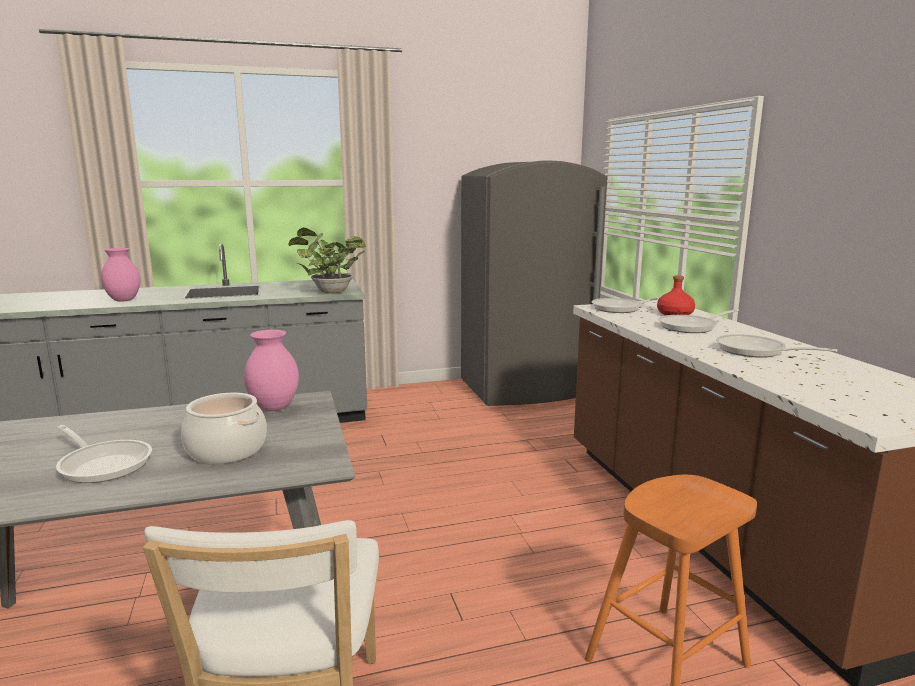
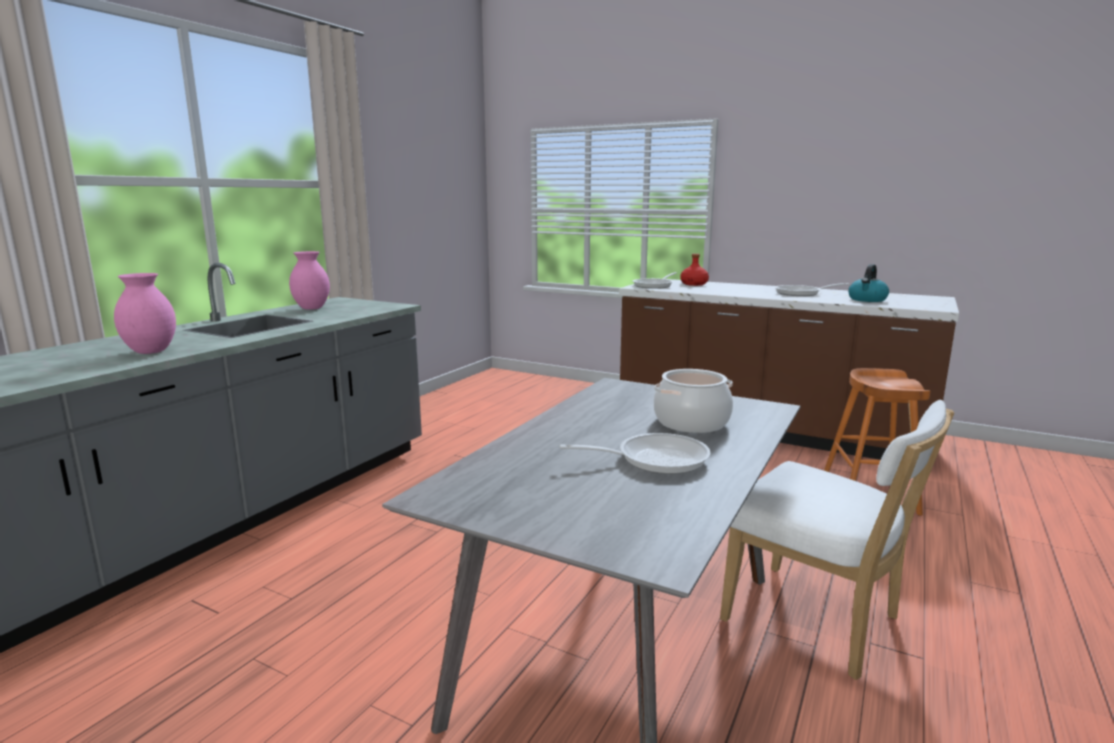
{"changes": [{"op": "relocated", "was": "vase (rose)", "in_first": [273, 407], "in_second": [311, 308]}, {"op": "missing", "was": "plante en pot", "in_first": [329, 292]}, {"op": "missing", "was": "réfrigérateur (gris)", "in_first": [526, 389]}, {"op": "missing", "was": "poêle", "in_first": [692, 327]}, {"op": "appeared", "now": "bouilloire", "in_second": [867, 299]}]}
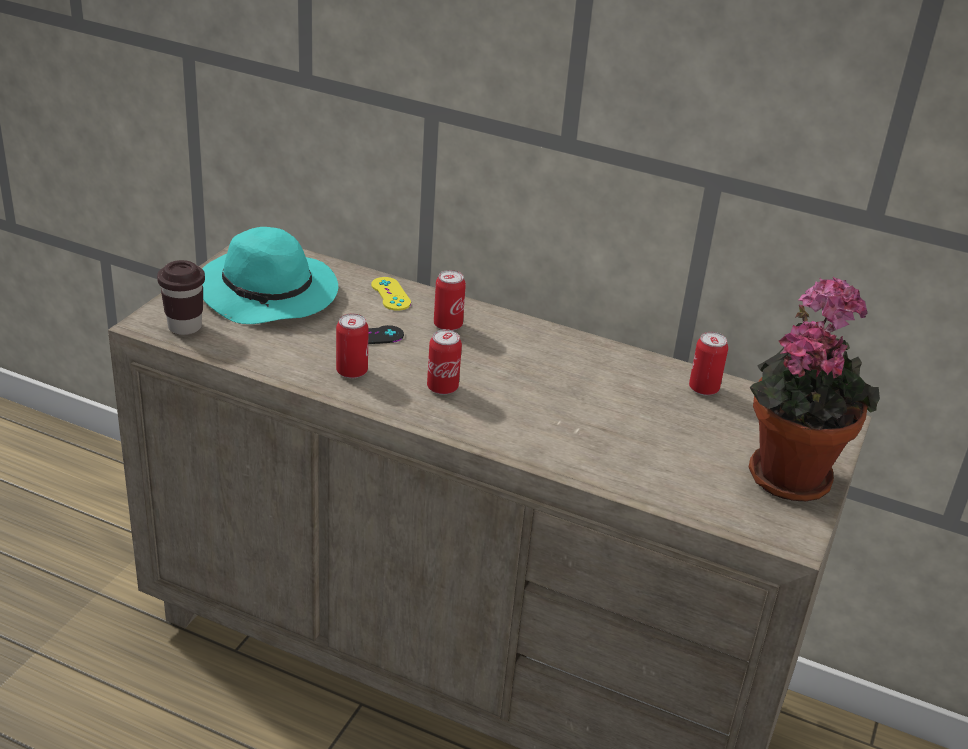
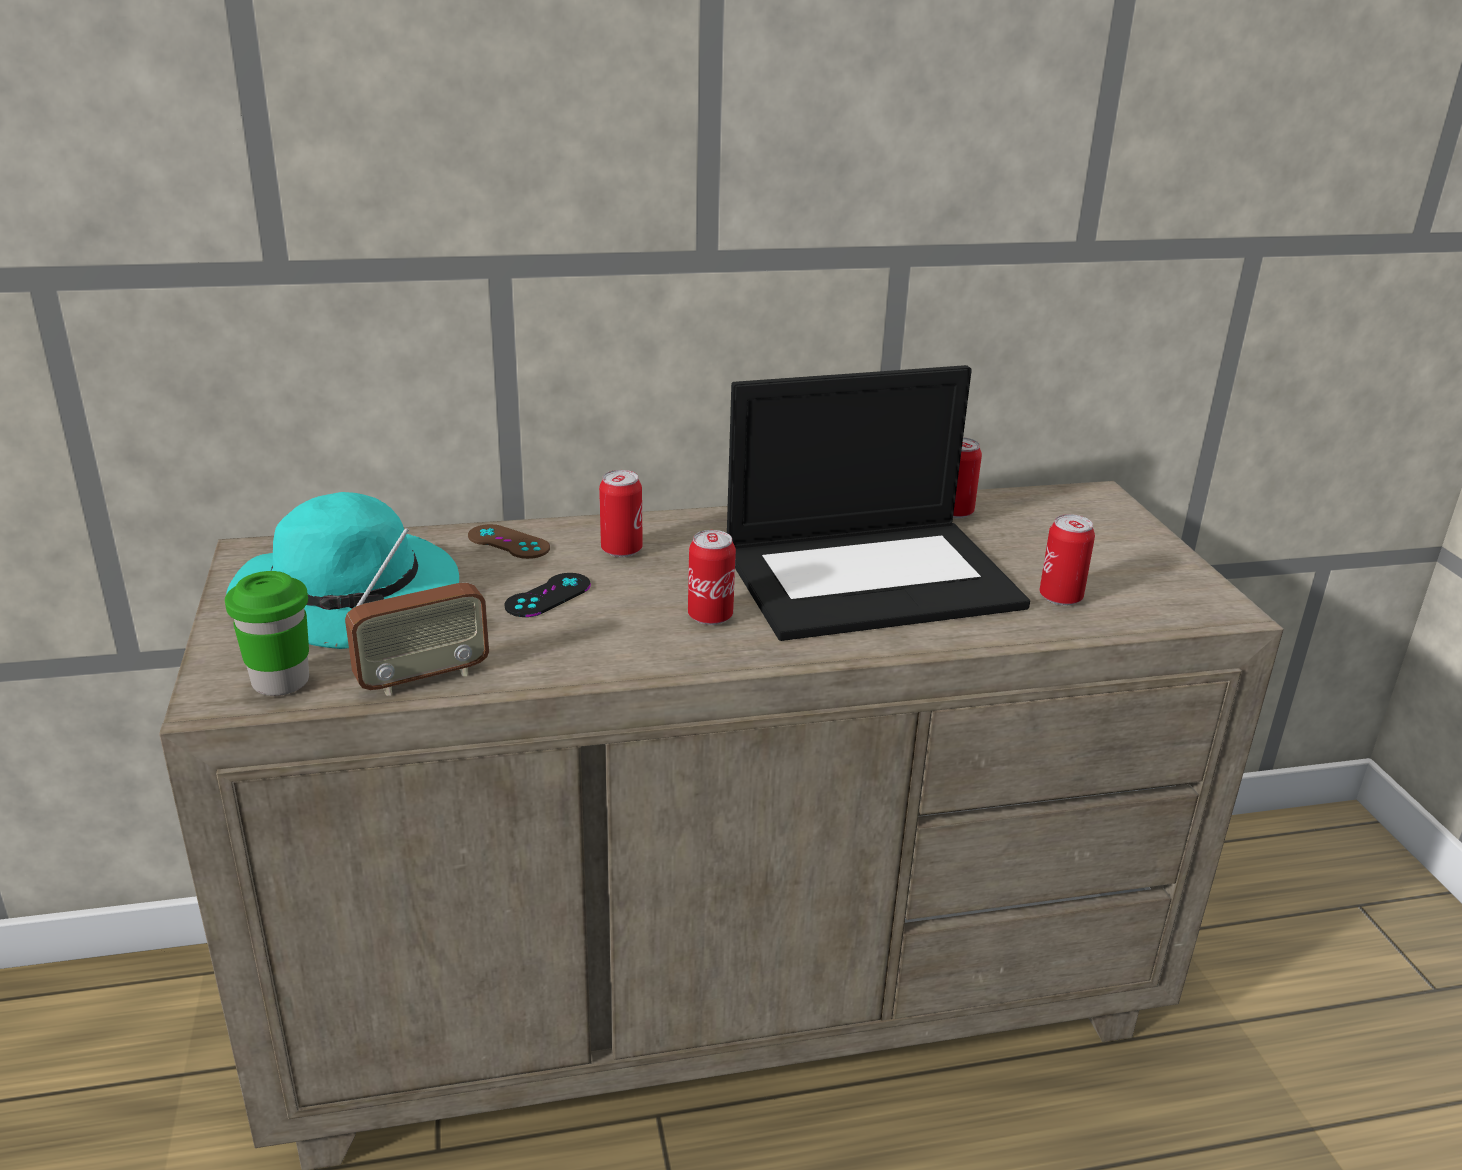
{"changes": [{"op": "colour", "was": "tasse (marron)", "now": "tasse (vert)", "in_first": [185, 327], "in_second": [281, 682]}, {"op": "relocated", "was": "boîte métallique", "in_first": [351, 371], "in_second": [1060, 597]}, {"op": "colour", "was": "manette (jaune)", "now": "manette (marron)", "in_first": [390, 294], "in_second": [508, 542]}, {"op": "missing", "was": "plante en pot", "in_first": [789, 472]}, {"op": "appeared", "now": "radio", "in_second": [423, 678]}, {"op": "appeared", "now": "ordinateur portable", "in_second": [873, 577]}]}
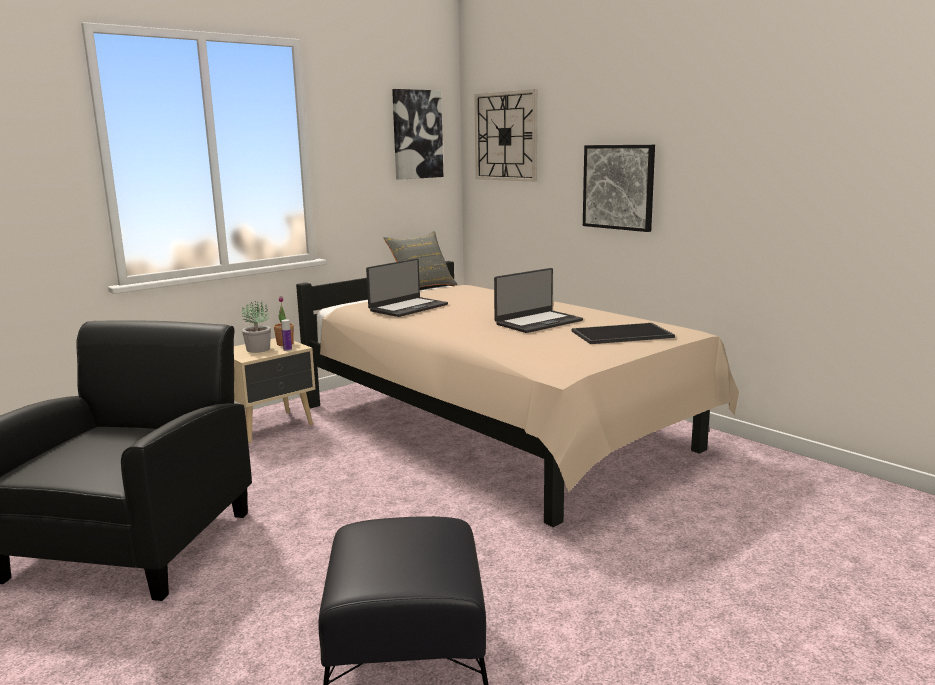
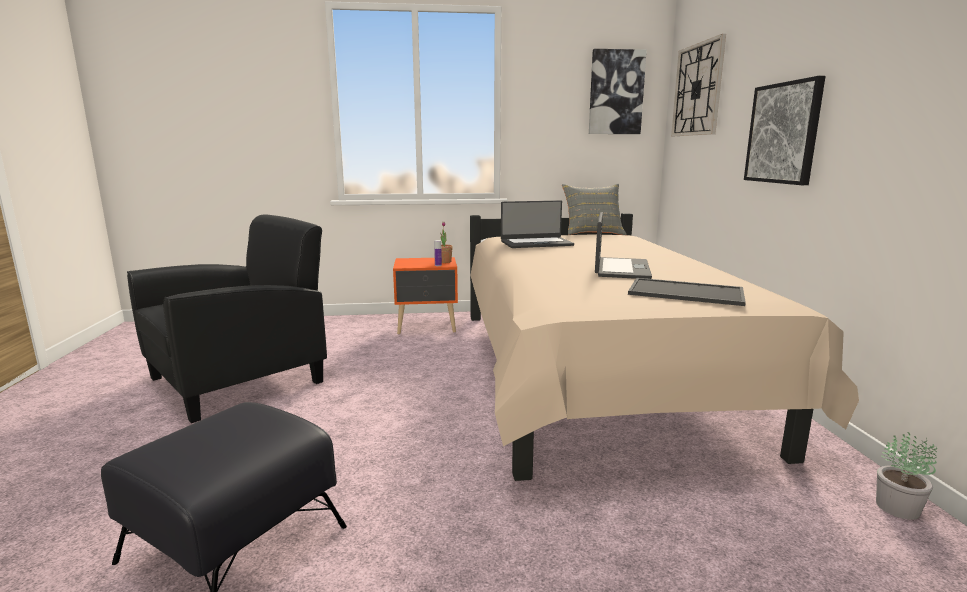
{"changes": [{"op": "colour", "was": "table de chevet (beige)", "now": "table de chevet (orange)", "in_first": [271, 427], "in_second": [427, 327]}, {"op": "relocated", "was": "plante en pot", "in_first": [258, 349], "in_second": [898, 507]}, {"op": "spun", "was": "ordinateur portable", "in_first": [538, 322], "in_second": [620, 269], "clockwise": -75}]}
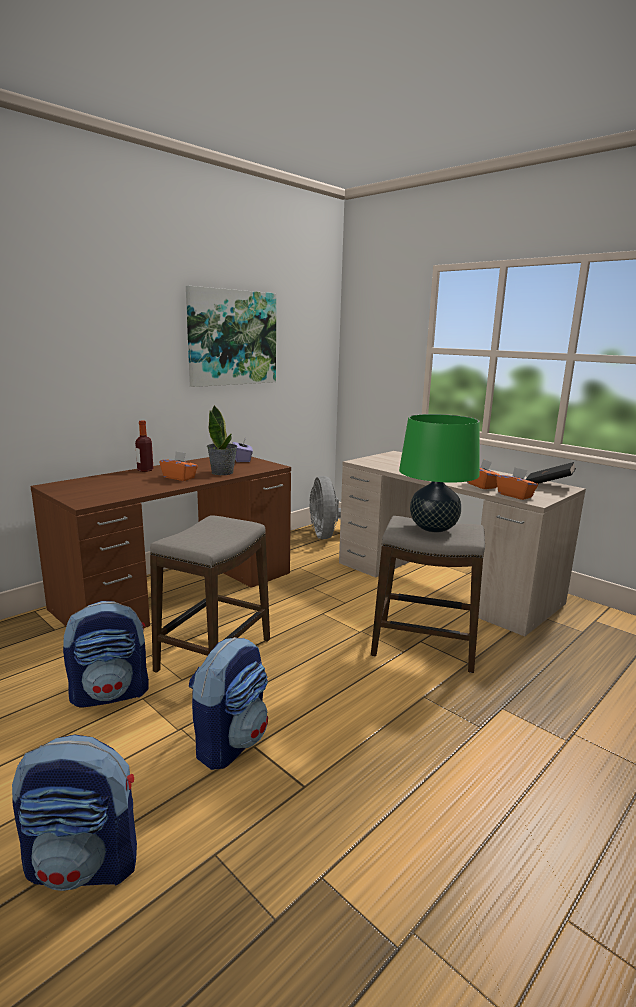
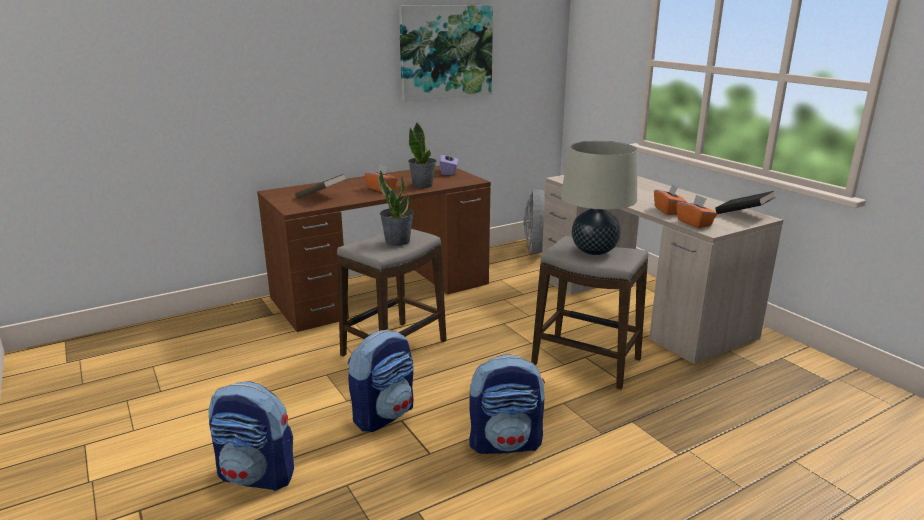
{"changes": [{"op": "relocated", "was": "sac à dos", "in_first": [111, 693], "in_second": [506, 443]}, {"op": "missing", "was": "bouteille", "in_first": [145, 470]}, {"op": "colour", "was": "lampe de table (vert)", "now": "lampe de table (beige)", "in_first": [433, 528], "in_second": [594, 251]}, {"op": "appeared", "now": "livre (marron)", "in_second": [321, 197]}, {"op": "appeared", "now": "plante en pot", "in_second": [397, 241]}]}
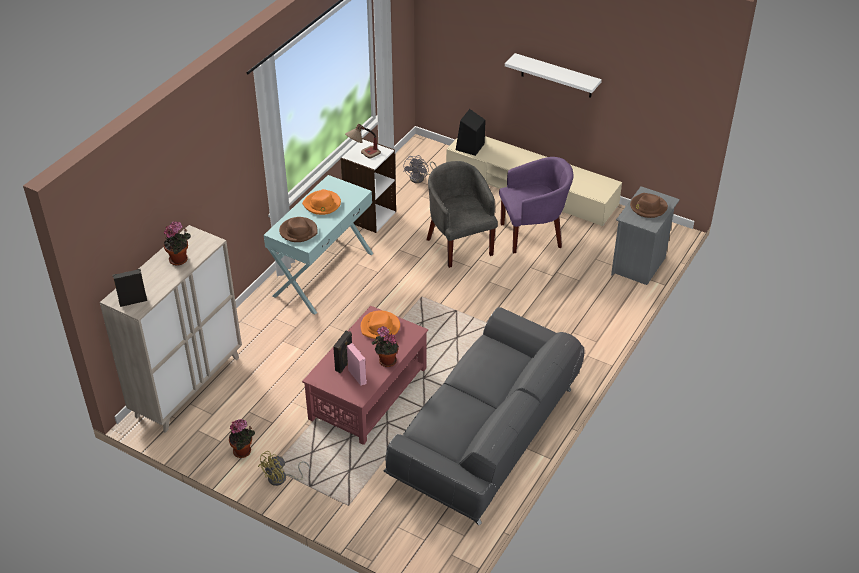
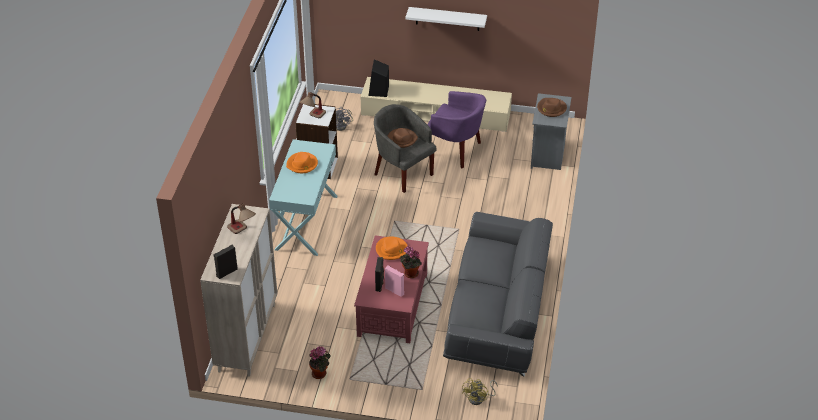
{"changes": [{"op": "exchanged", "was": "plante en pot", "now": "lampe de table", "in_first": [180, 260], "in_second": [243, 232]}, {"op": "relocated", "was": "ventilateur (jaune)", "in_first": [281, 479], "in_second": [479, 398]}, {"op": "relocated", "was": "chapeau (marron)", "in_first": [298, 231], "in_second": [402, 139]}, {"op": "spun", "was": "fauteuil (violet)", "in_first": [533, 234], "in_second": [456, 150], "clockwise": 60}]}
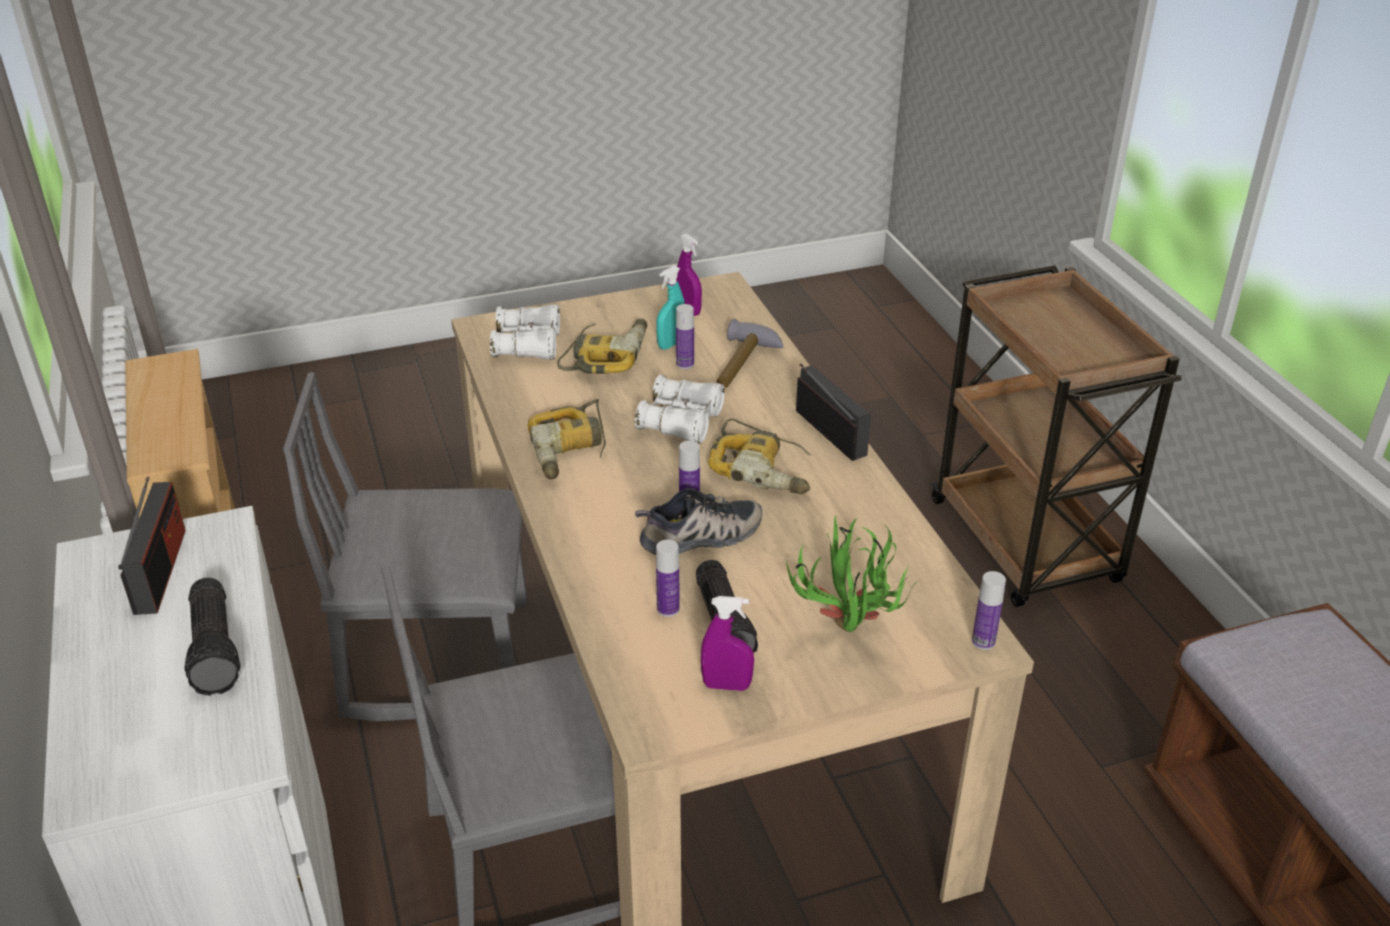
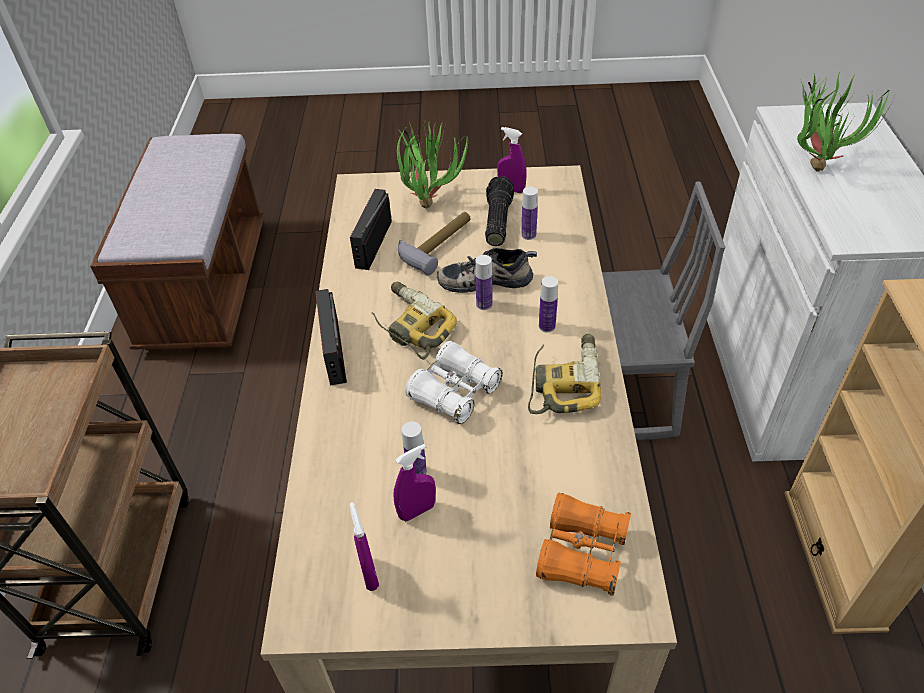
{"changes": [{"op": "relocated", "was": "radio", "in_first": [160, 570], "in_second": [373, 244]}, {"op": "exchanged", "was": "lampe de poche", "now": "plante en pot", "in_first": [217, 648], "in_second": [818, 163]}, {"op": "missing", "was": "chaise (gris)", "in_first": [438, 658]}, {"op": "colour", "was": "jumelles (blanc)", "now": "jumelles (orange)", "in_first": [527, 345], "in_second": [582, 552]}, {"op": "missing", "was": "perceuse", "in_first": [606, 355]}, {"op": "colour", "was": "vaporisateur (turquoise)", "now": "vaporisateur (violet)", "in_first": [671, 344], "in_second": [417, 511]}, {"op": "relocated", "was": "marteau", "in_first": [744, 364], "in_second": [436, 245]}, {"op": "relocated", "was": "bouteille", "in_first": [983, 641], "in_second": [547, 326]}]}
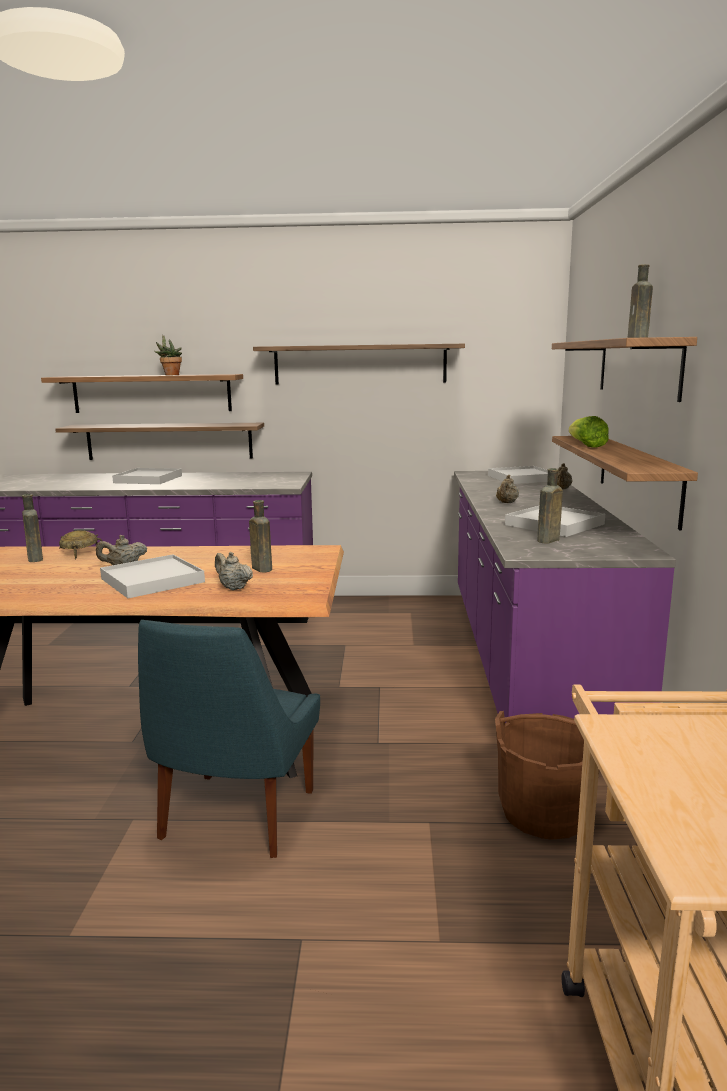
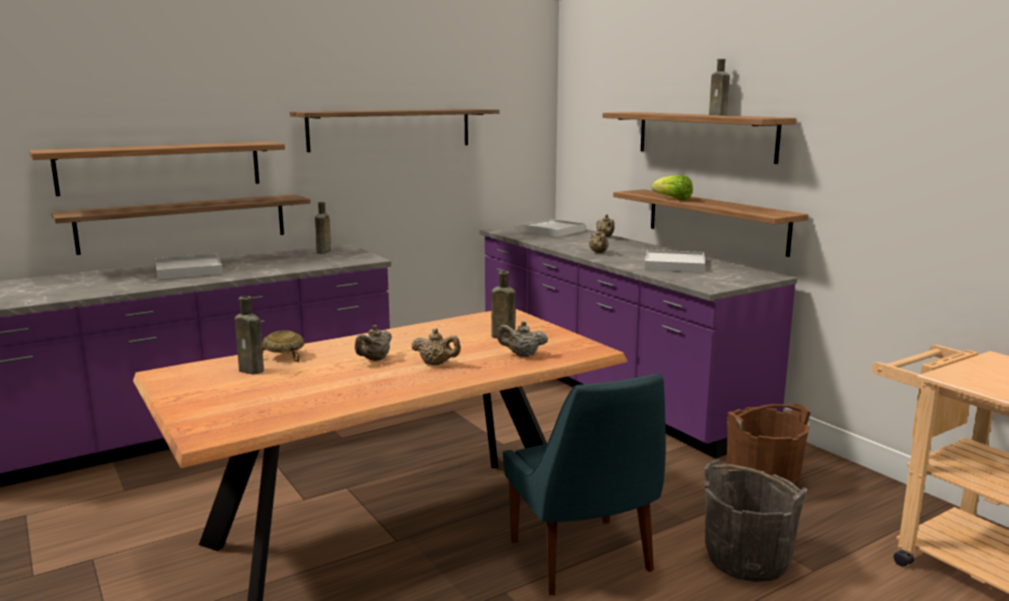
{"changes": [{"op": "exchanged", "was": "plateau (blanc)", "now": "théière (beige)", "in_first": [152, 580], "in_second": [436, 364]}, {"op": "missing", "was": "plante en pot", "in_first": [170, 375]}, {"op": "relocated", "was": "bouteille (marron)", "in_first": [547, 541], "in_second": [323, 252]}, {"op": "appeared", "now": "seau (gris)", "in_second": [748, 559]}]}
